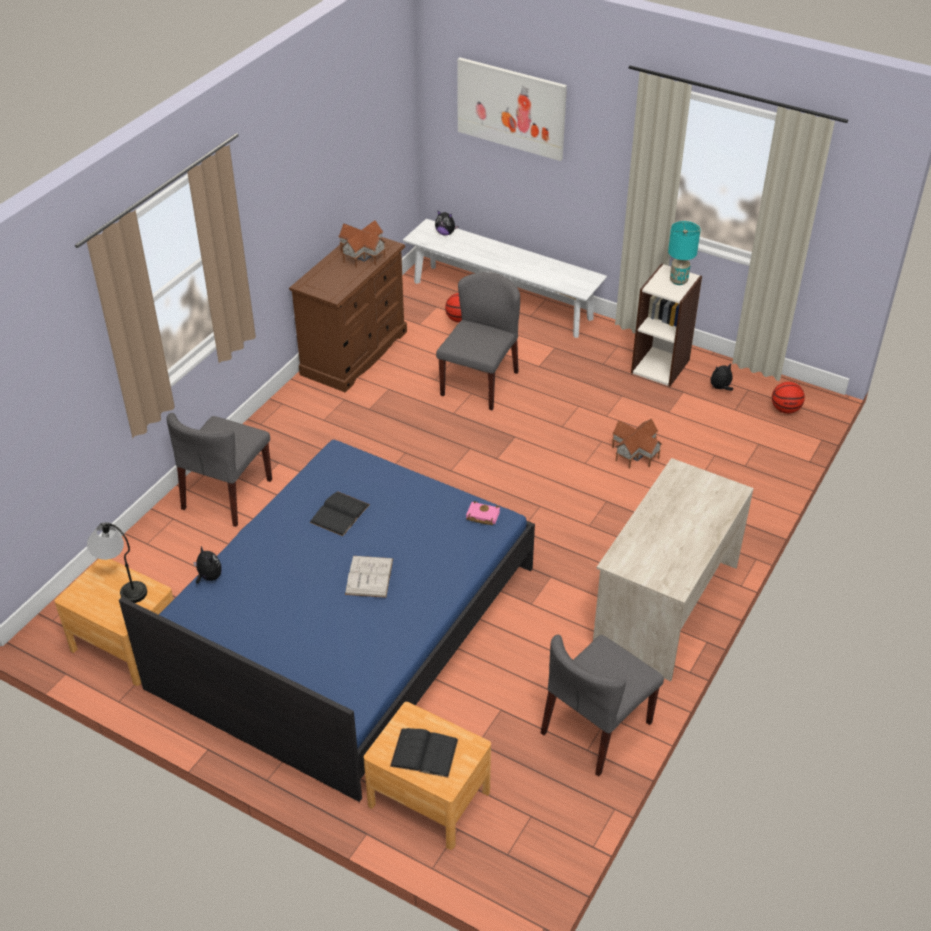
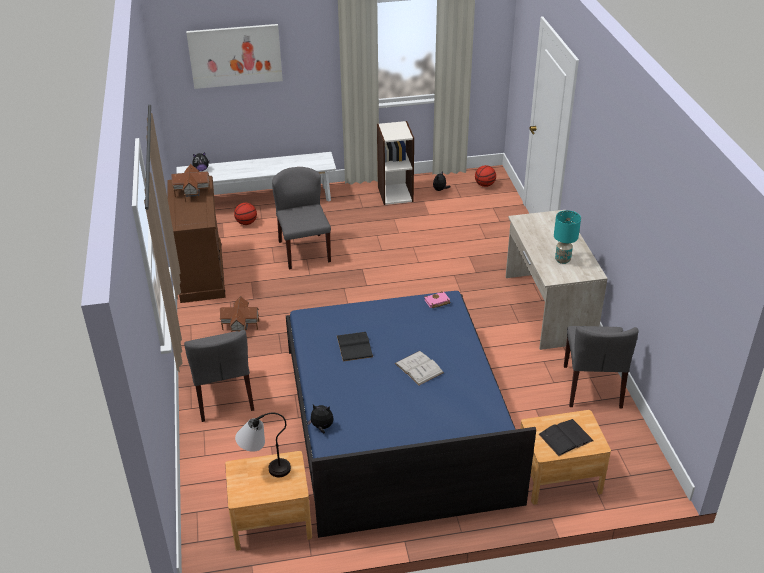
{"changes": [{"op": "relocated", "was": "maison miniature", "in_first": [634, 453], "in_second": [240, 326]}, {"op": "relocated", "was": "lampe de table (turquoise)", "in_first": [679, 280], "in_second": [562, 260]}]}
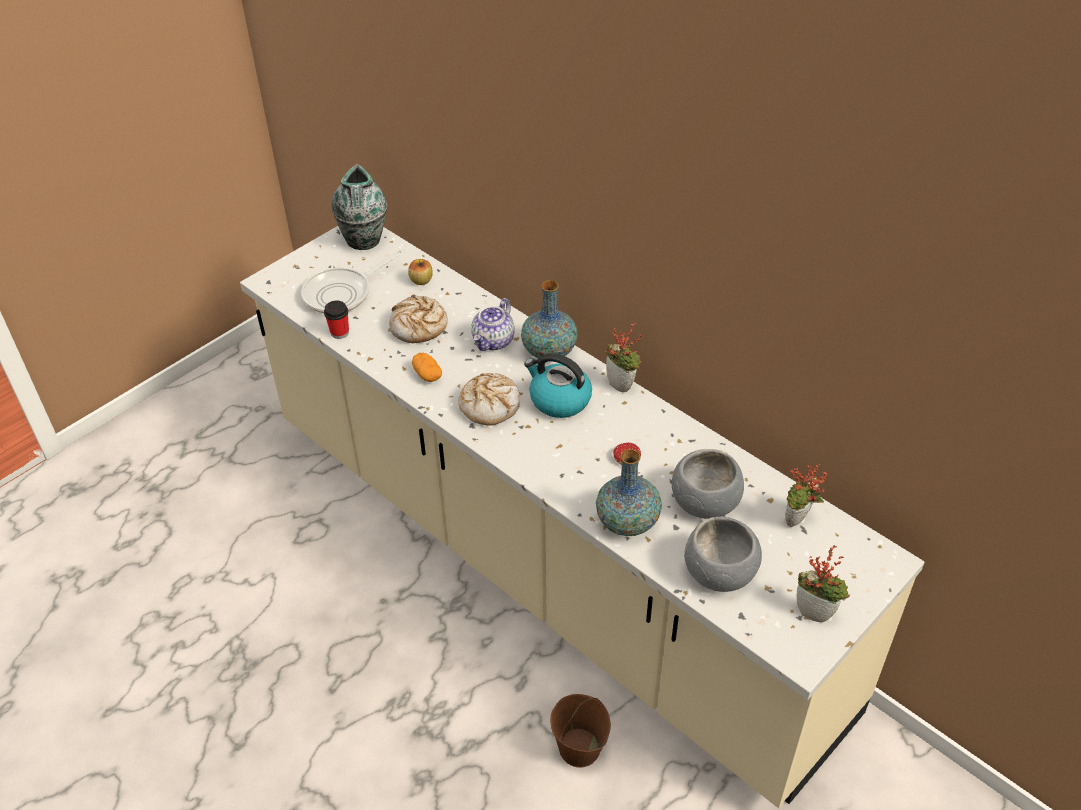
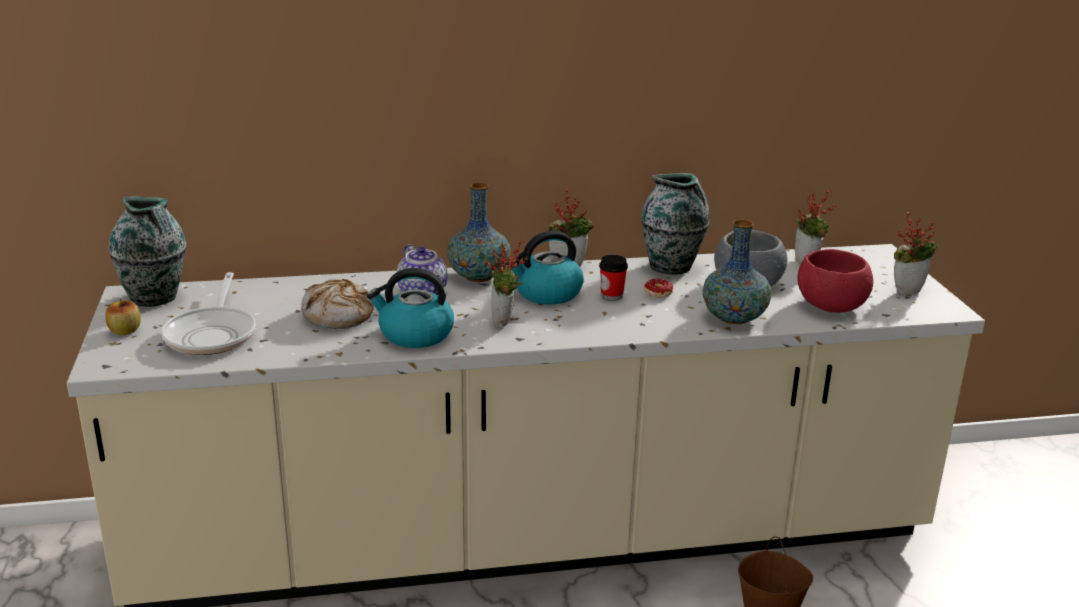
{"changes": [{"op": "relocated", "was": "tasse", "in_first": [339, 332], "in_second": [611, 296]}, {"op": "relocated", "was": "pomme", "in_first": [421, 280], "in_second": [125, 331]}, {"op": "exchanged", "was": "pomme de terre", "now": "bouilloire", "in_first": [427, 374], "in_second": [414, 335]}, {"op": "exchanged", "was": "pain", "now": "plante en pot", "in_first": [490, 405], "in_second": [505, 322]}, {"op": "colour", "was": "bol (gris)", "now": "bol (rouge)", "in_first": [720, 572], "in_second": [831, 305]}, {"op": "appeared", "now": "vase", "in_second": [672, 267]}]}
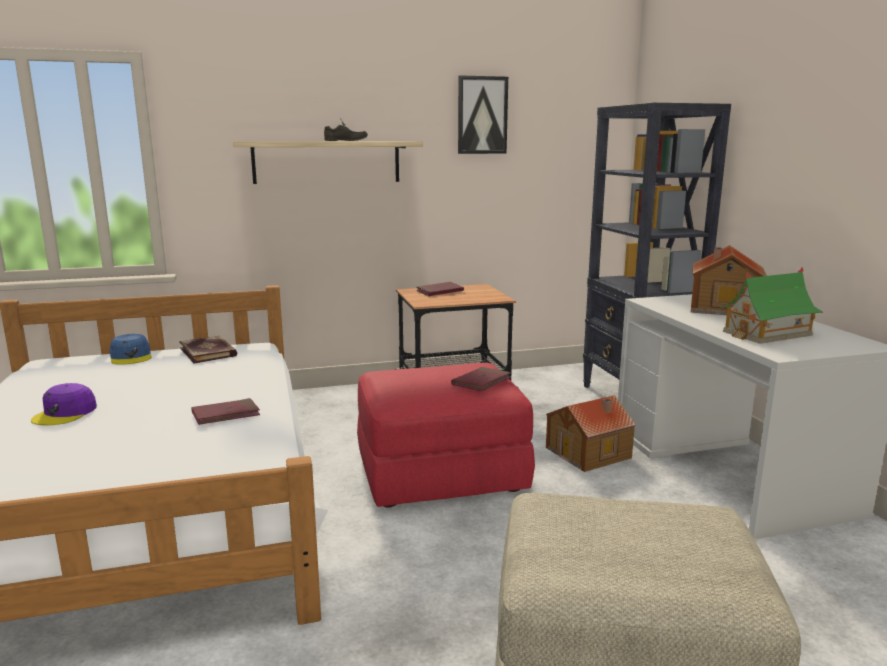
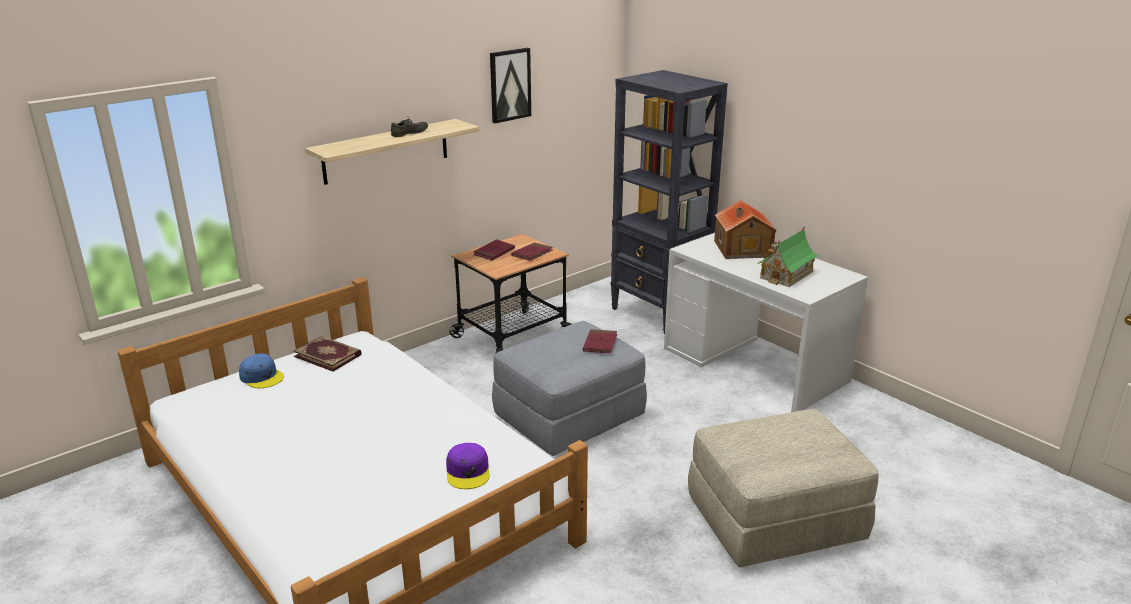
{"changes": [{"op": "relocated", "was": "casquette (violet)", "in_first": [65, 413], "in_second": [468, 471]}, {"op": "relocated", "was": "livre (rouge)", "in_first": [226, 415], "in_second": [532, 253]}, {"op": "colour", "was": "pouf (rouge)", "now": "pouf (gris)", "in_first": [441, 473], "in_second": [569, 416]}, {"op": "missing", "was": "maison miniature", "in_first": [590, 453]}]}
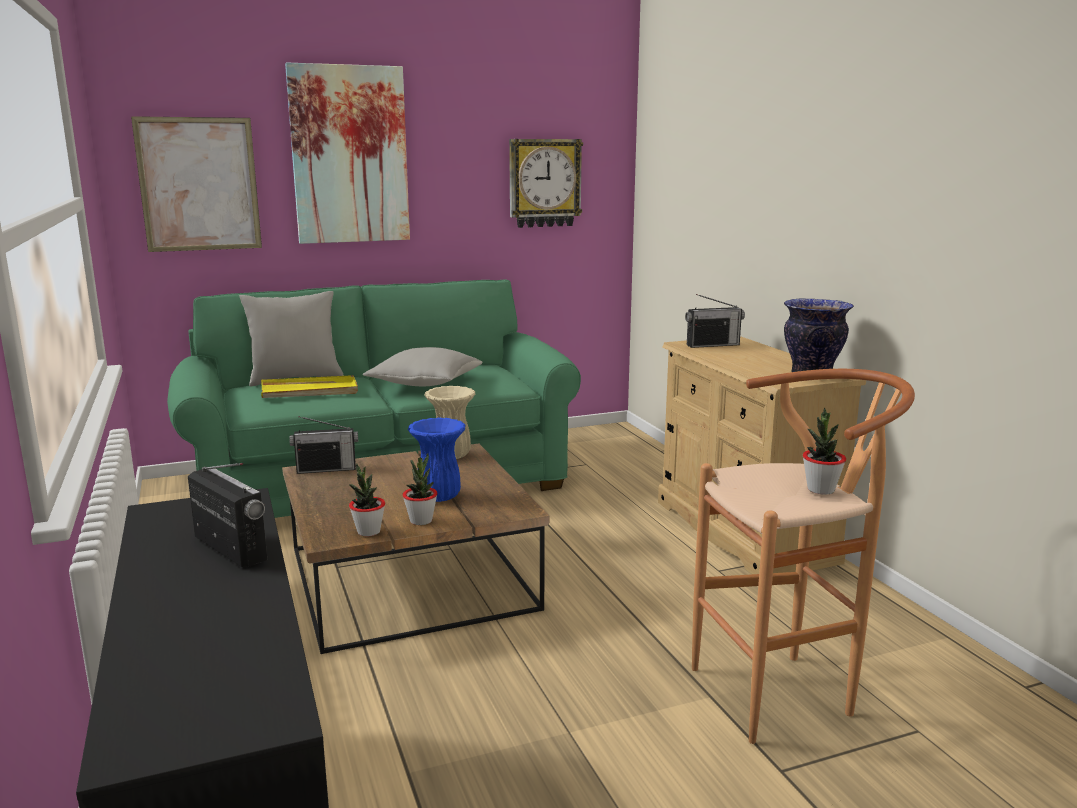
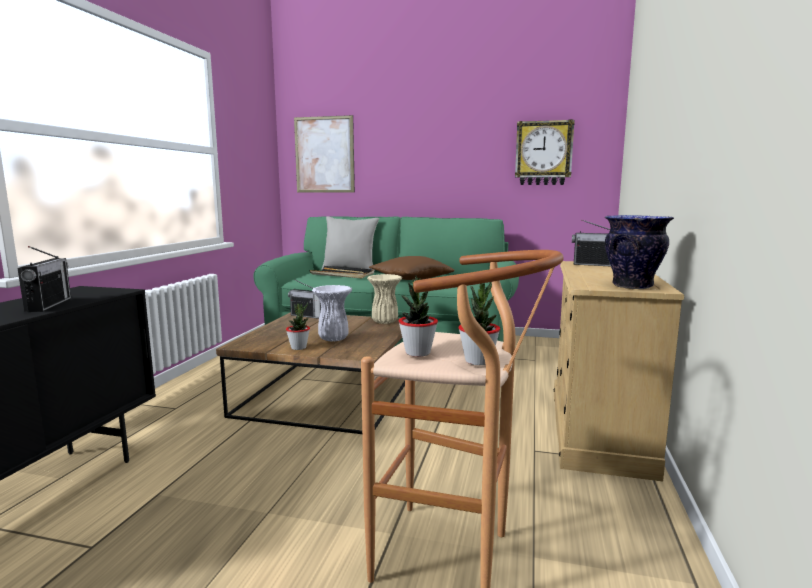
{"changes": [{"op": "colour", "was": "plateau (jaune)", "now": "plateau (noir)", "in_first": [310, 391], "in_second": [342, 274]}, {"op": "missing", "was": "tableau", "in_first": [350, 155]}, {"op": "relocated", "was": "plante en pot", "in_first": [368, 532], "in_second": [417, 353]}, {"op": "colour", "was": "coussin (gris)", "now": "coussin (marron)", "in_first": [425, 383], "in_second": [411, 279]}, {"op": "colour", "was": "vase (bleu)", "now": "vase (blanc)", "in_first": [439, 497], "in_second": [333, 339]}]}
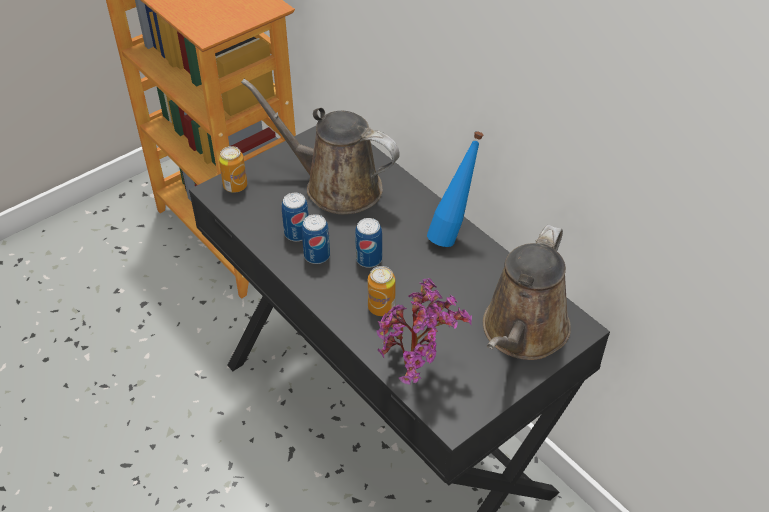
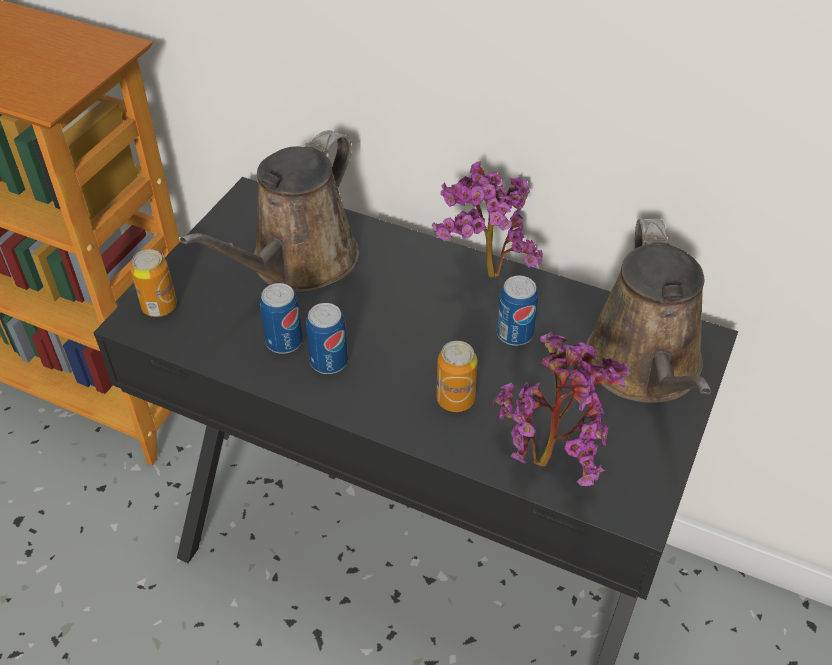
{"changes": [{"op": "spun", "was": "arrosoir (marron)", "in_first": [336, 186], "in_second": [298, 264], "clockwise": -60}, {"op": "relocated", "was": "boîte métallique", "in_first": [369, 259], "in_second": [514, 334]}, {"op": "exchanged", "was": "bouteille (bleu)", "now": "plante en pot", "in_first": [452, 234], "in_second": [483, 277]}]}
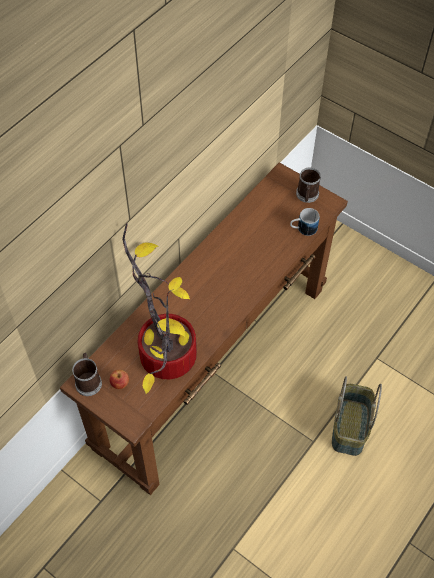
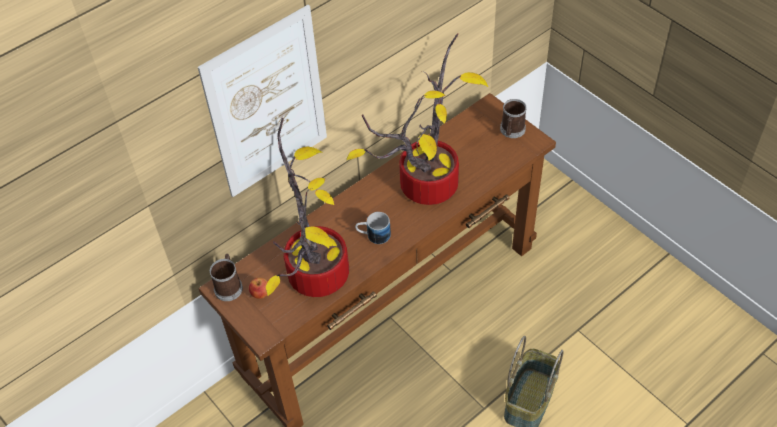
{"changes": [{"op": "relocated", "was": "mug", "in_first": [303, 229], "in_second": [373, 235]}, {"op": "appeared", "now": "tableau", "in_second": [267, 104]}, {"op": "appeared", "now": "plante en pot", "in_second": [428, 180]}]}
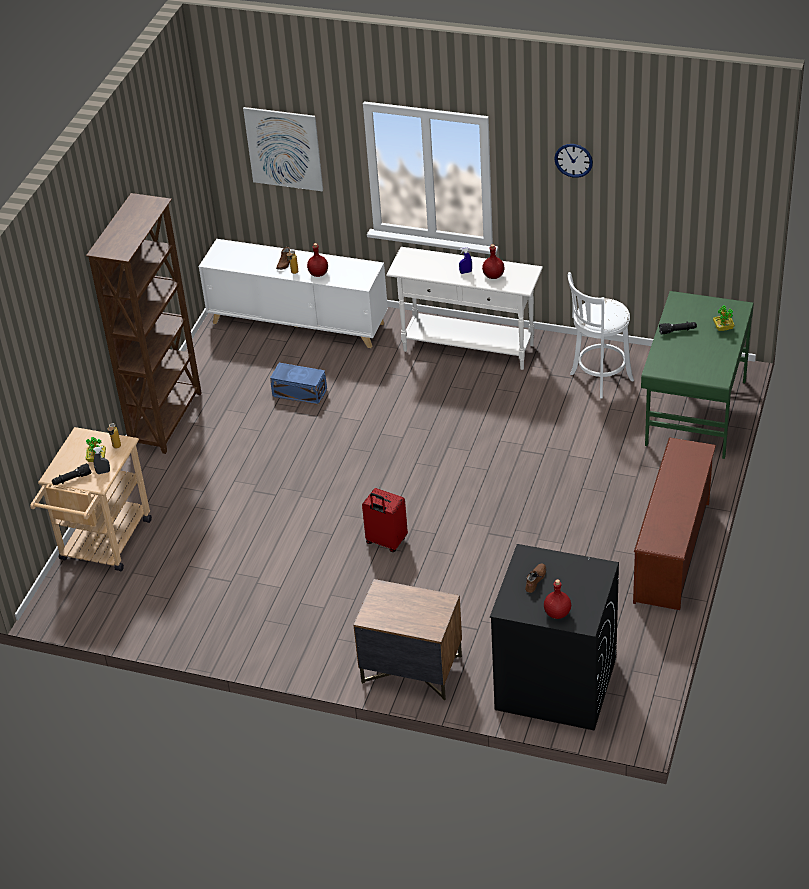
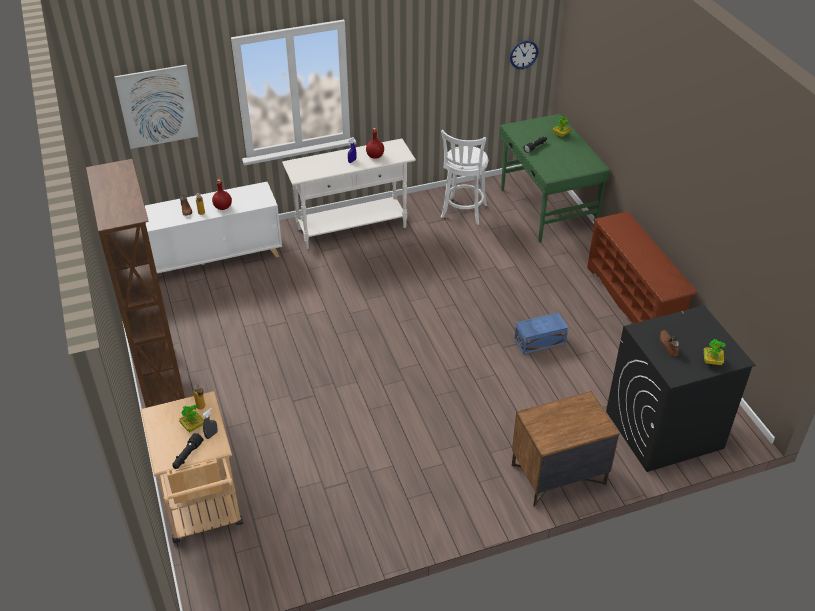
{"changes": [{"op": "relocated", "was": "boîte de rangement (bleu)", "in_first": [299, 392], "in_second": [539, 341]}, {"op": "missing", "was": "valise (rouge)", "in_first": [386, 542]}, {"op": "exchanged", "was": "bouteille (rouge)", "now": "plante en pot", "in_first": [558, 613], "in_second": [712, 361]}, {"op": "relocated", "was": "horloge murale", "in_first": [573, 160], "in_second": [523, 54]}]}
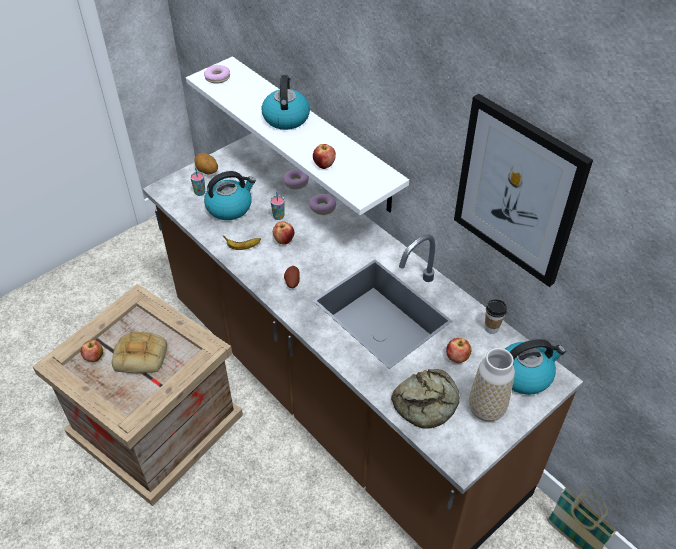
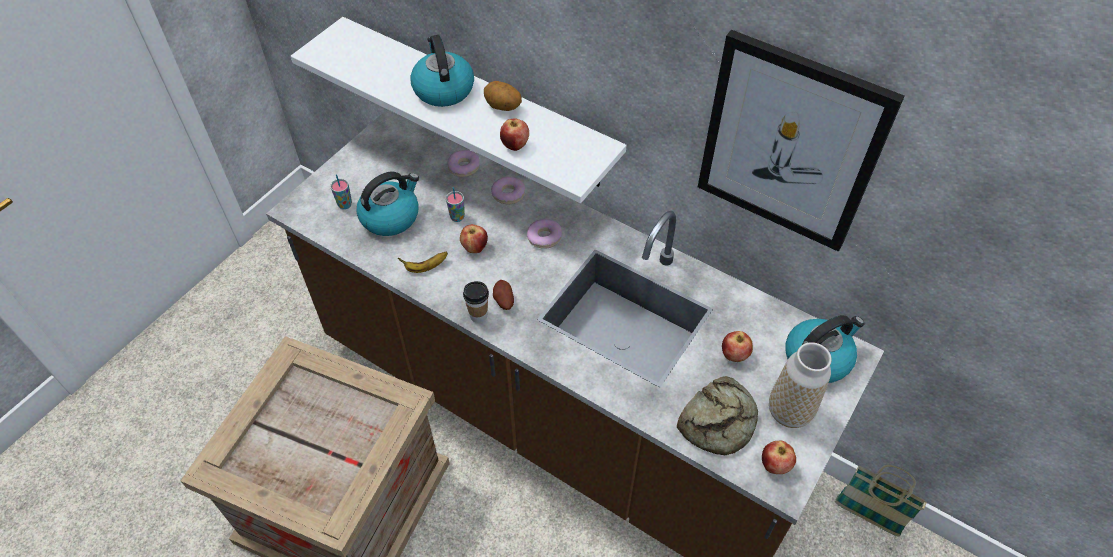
{"changes": [{"op": "relocated", "was": "pomme", "in_first": [94, 358], "in_second": [774, 465]}, {"op": "missing", "was": "pain", "in_first": [142, 355]}, {"op": "relocated", "was": "pomme de terre", "in_first": [207, 171], "in_second": [502, 107]}, {"op": "relocated", "was": "beignet", "in_first": [217, 78], "in_second": [544, 237]}, {"op": "relocated", "was": "tasse", "in_first": [491, 328], "in_second": [478, 315]}]}
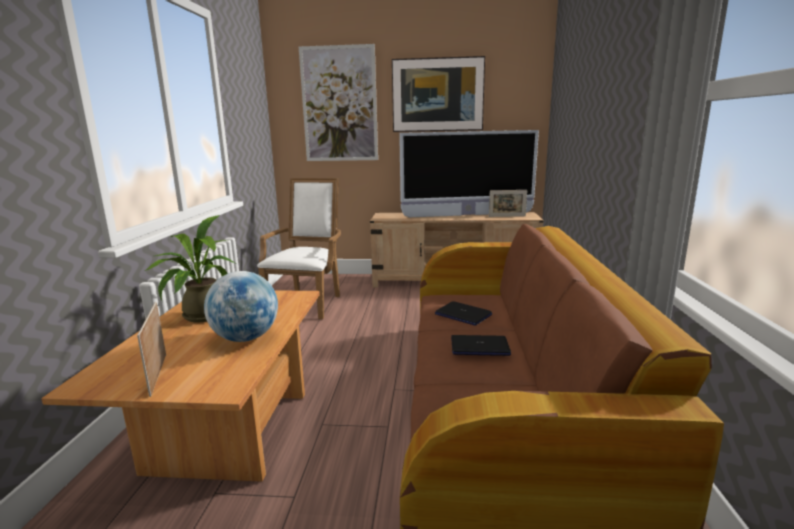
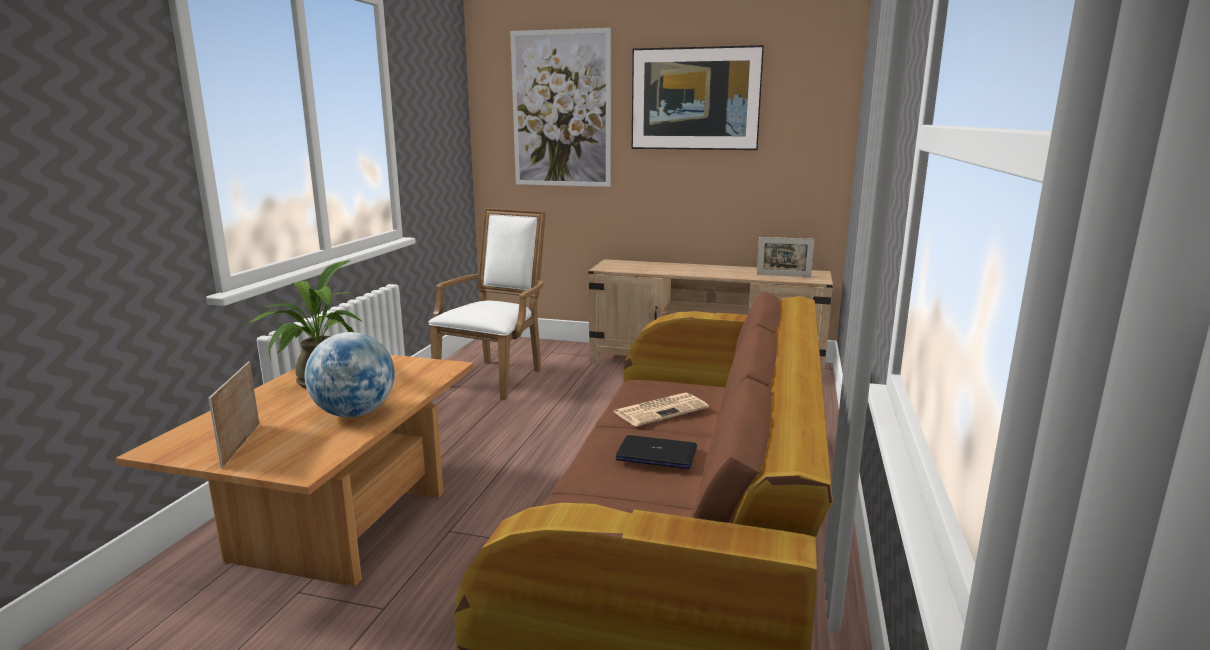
{"changes": [{"op": "missing", "was": "téléviseur", "in_first": [467, 215]}, {"op": "exchanged", "was": "ordinateur portable", "now": "journal", "in_first": [462, 314], "in_second": [661, 410]}]}
